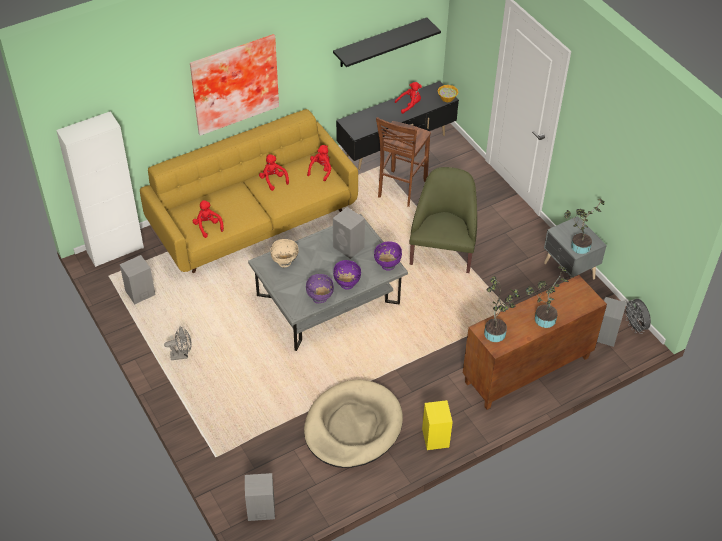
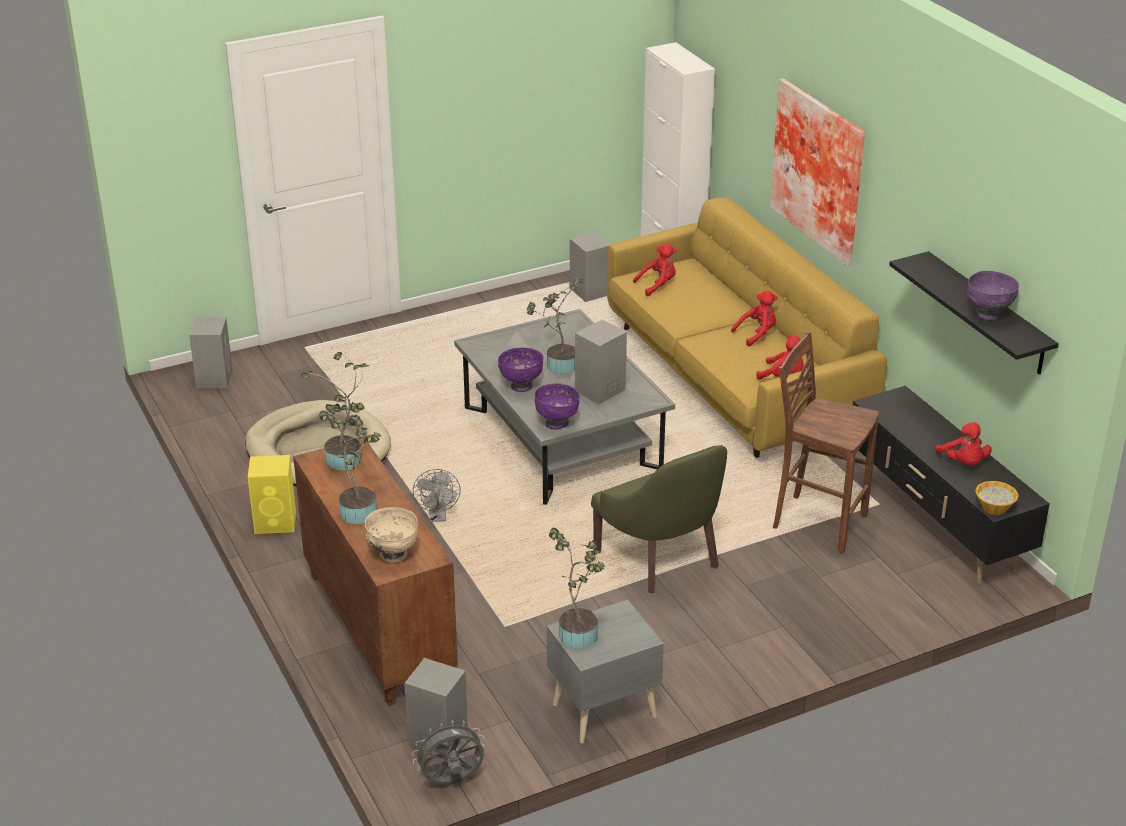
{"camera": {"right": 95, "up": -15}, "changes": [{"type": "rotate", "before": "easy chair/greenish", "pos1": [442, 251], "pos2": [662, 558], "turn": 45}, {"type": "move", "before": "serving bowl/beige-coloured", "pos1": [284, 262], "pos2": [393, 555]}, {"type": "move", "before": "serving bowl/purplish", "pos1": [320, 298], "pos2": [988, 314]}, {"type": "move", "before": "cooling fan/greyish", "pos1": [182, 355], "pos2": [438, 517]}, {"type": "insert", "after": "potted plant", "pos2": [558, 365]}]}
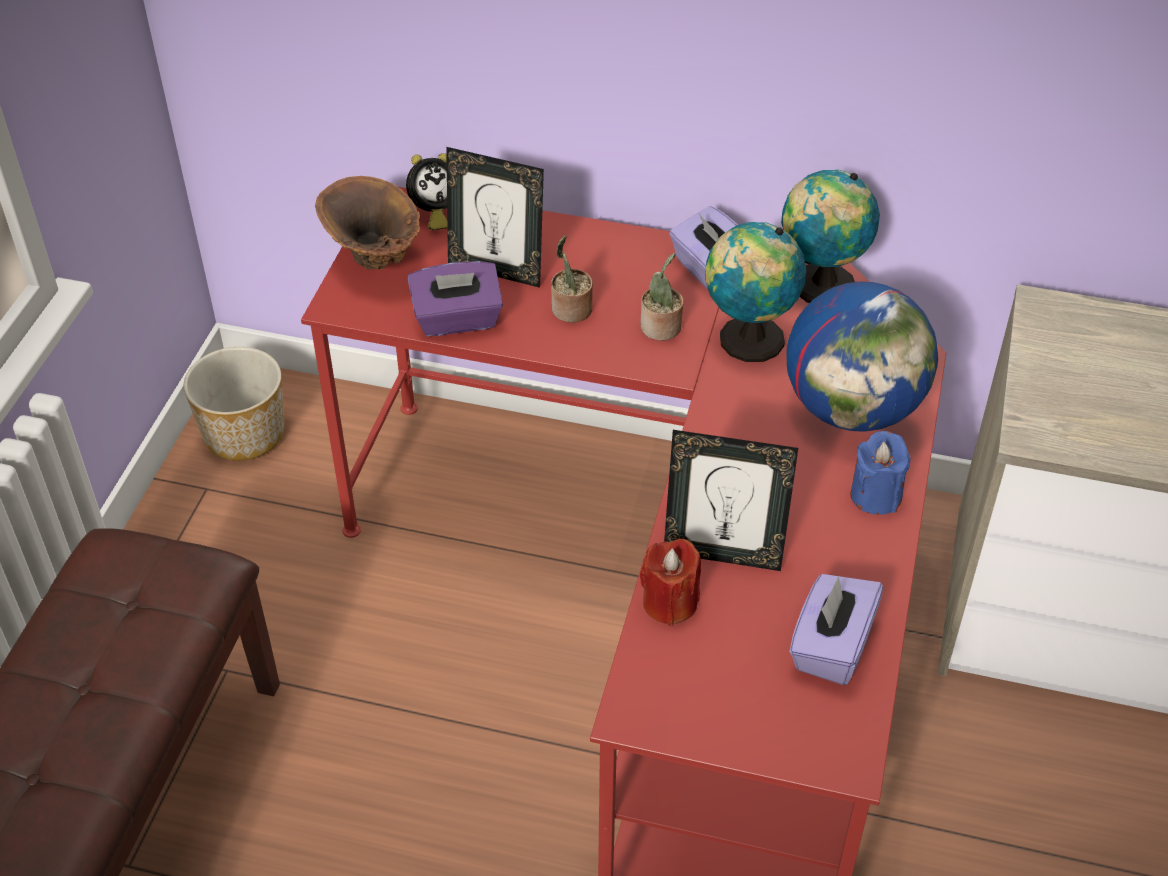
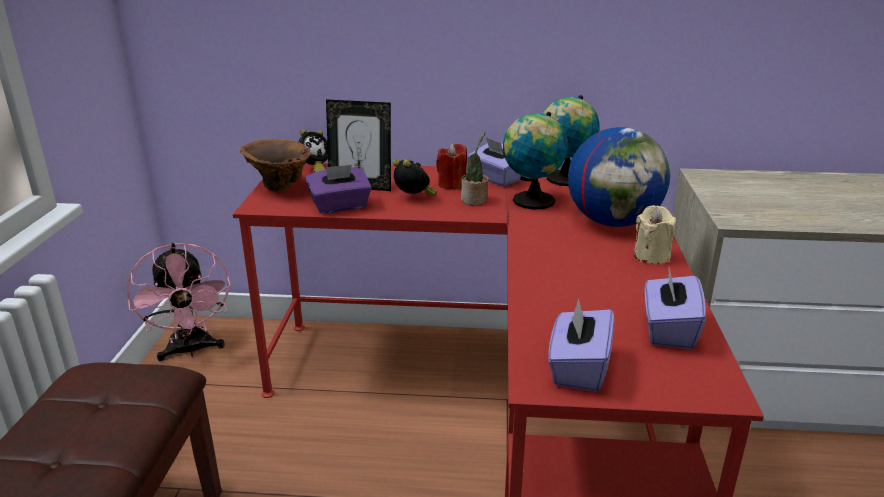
{"camera": {"right": -10, "up": -20}, "changes": [{"type": "replace", "before": "potted plant", "after": "alarm clock", "pos1": [571, 311], "pos2": [414, 198]}, {"type": "replace", "before": "flower pot", "after": "cooling fan/pink", "pos1": [245, 433], "pos2": [191, 350]}, {"type": "delete", "before": "photo frame", "pos1": [723, 554]}, {"type": "recolor", "before": "wax candle/bluish", "after": "wax candle/beige-coloured", "pos1": [875, 495], "pos2": [651, 256]}, {"type": "move", "before": "wax candle/reddish", "pos1": [670, 602], "pos2": [452, 184]}, {"type": "insert", "after": "tissue holder/purplish", "pos2": [578, 368]}]}
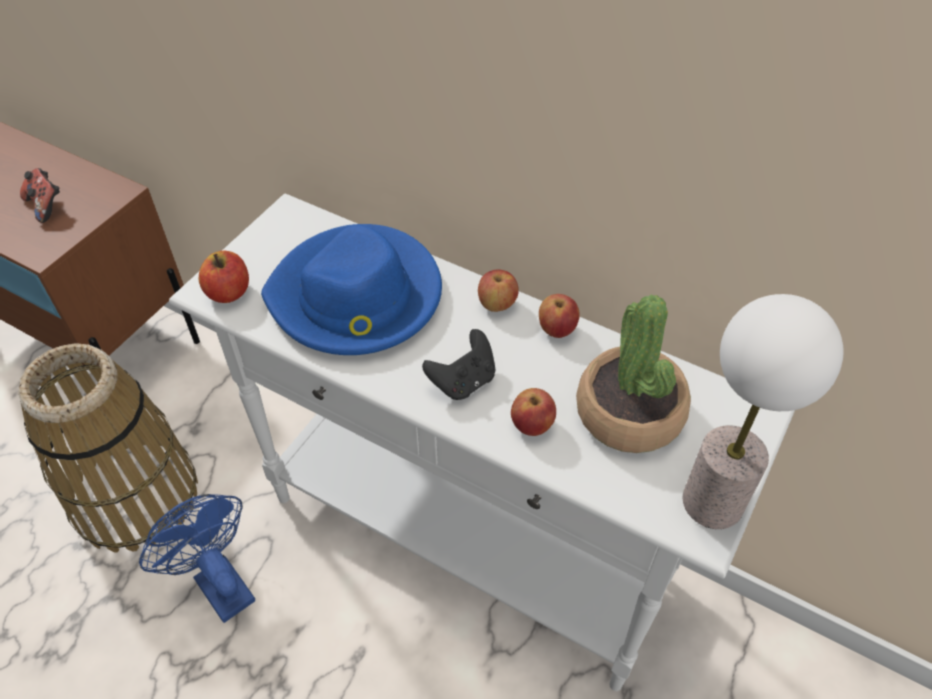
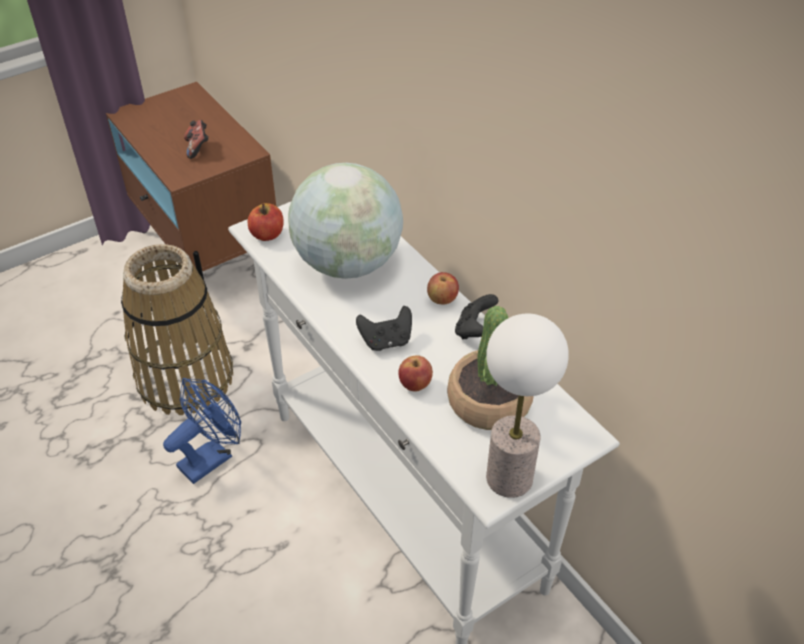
{"camera": {"right": 25, "up": -5}, "changes": [{"type": "replace", "before": "clothing hat/bluish", "after": "desk globe", "pos1": [356, 297], "pos2": [348, 263]}, {"type": "replace", "before": "apple fruit", "after": "gamepad/black", "pos1": [557, 329], "pos2": [474, 330]}, {"type": "rotate", "before": "cooling fan/bluish", "pos1": [218, 582], "pos2": [211, 457], "turn": 60}]}
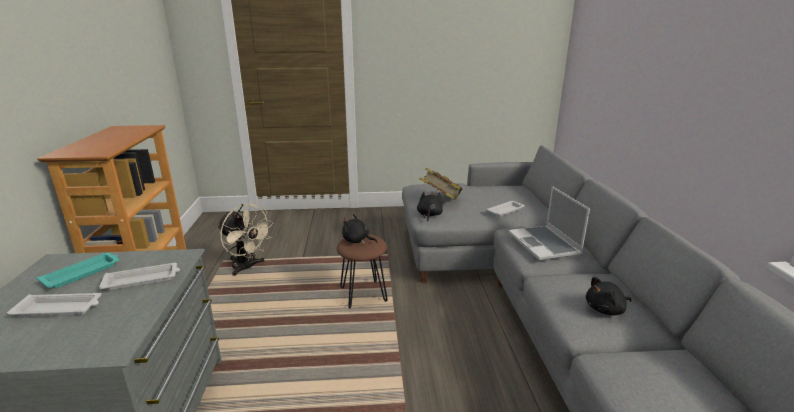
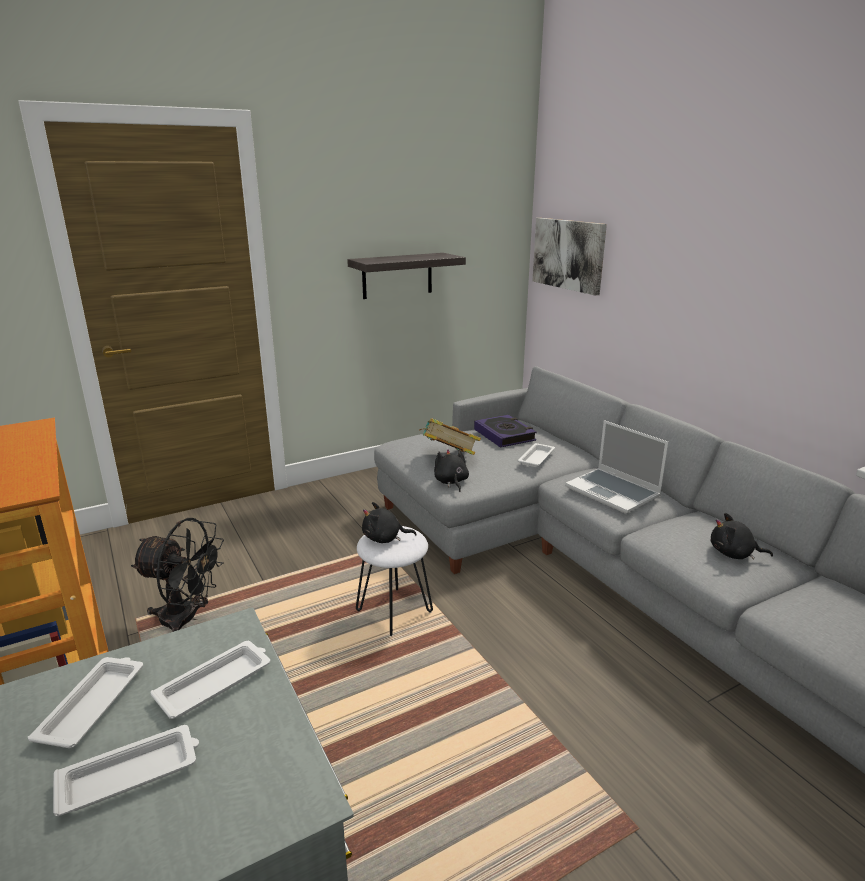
{"camera": {"right": -25, "up": 0}, "changes": [{"type": "recolor", "before": "cooling fan/beige-coloured", "after": "cooling fan/black", "pos1": [247, 267], "pos2": [187, 619]}, {"type": "recolor", "before": "stool seat/brownish", "after": "stool seat/white", "pos1": [363, 295], "pos2": [394, 613]}, {"type": "recolor", "before": "tray/turquoise", "after": "tray/white", "pos1": [83, 273], "pos2": [93, 704]}, {"type": "rotate", "before": "soft toy/black", "pos1": [606, 309], "pos2": [734, 554], "turn": 60}, {"type": "insert", "after": "picture", "pos2": [568, 254]}, {"type": "insert", "after": "bracket shelf", "pos2": [397, 275]}, {"type": "insert", "after": "volume", "pos2": [504, 435]}]}
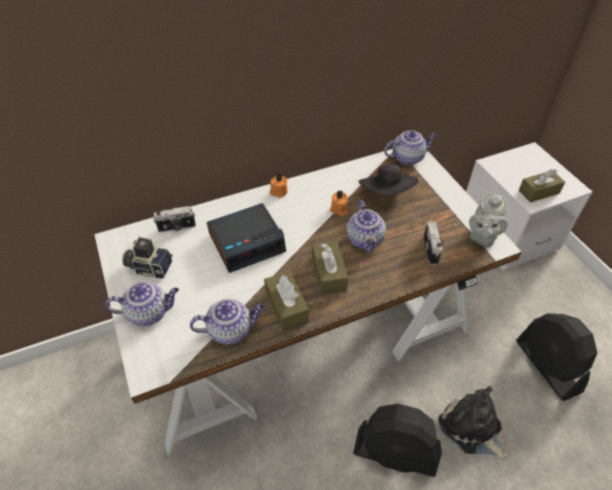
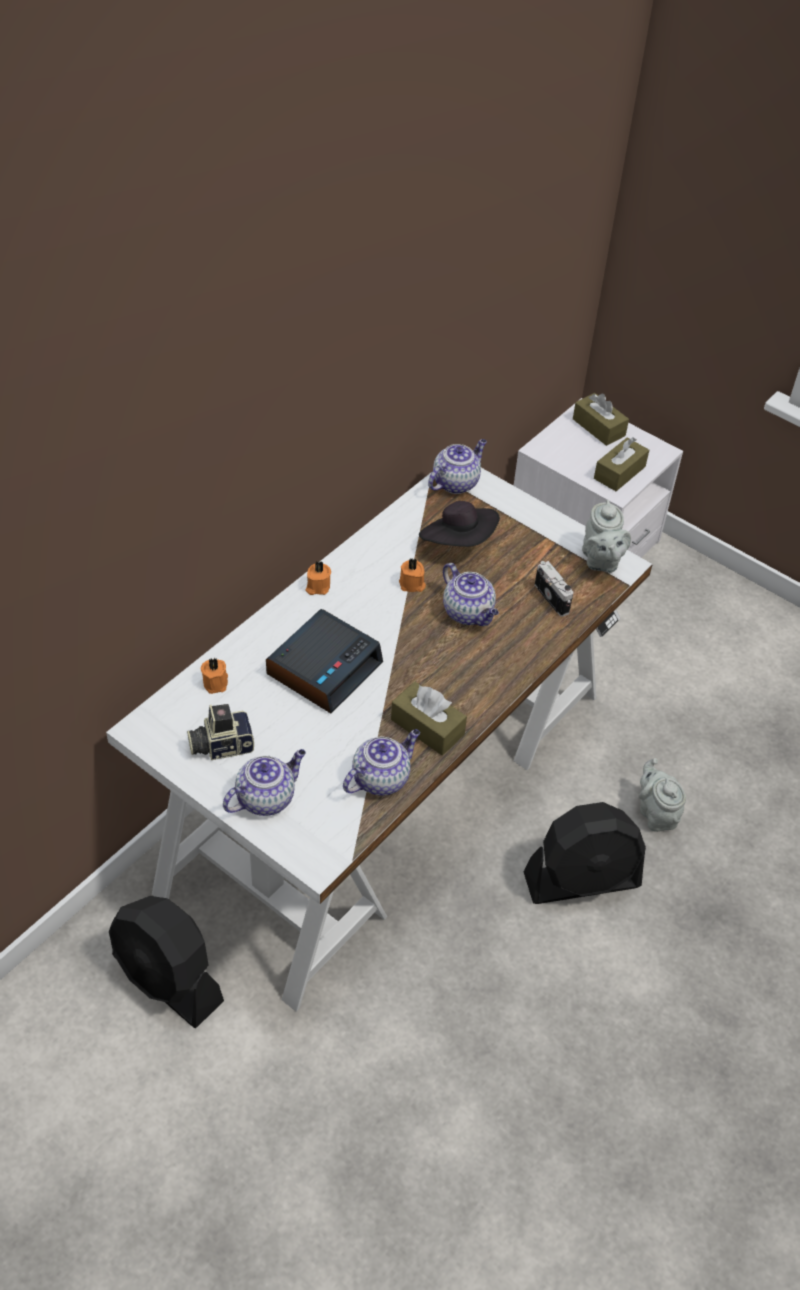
{"camera": {"right": -30, "up": 0}, "changes": [{"type": "replace", "before": "photo camera", "after": "wax candle/orange-coloured", "pos1": [177, 228], "pos2": [216, 682]}, {"type": "move", "before": "tissue holder/brownish", "pos1": [328, 274], "pos2": [598, 427]}, {"type": "move", "before": "cooling fan/black", "pos1": [547, 366], "pos2": [168, 979]}, {"type": "replace", "before": "soft toy", "after": "tea pot/greyish", "pos1": [471, 428], "pos2": [656, 813]}]}
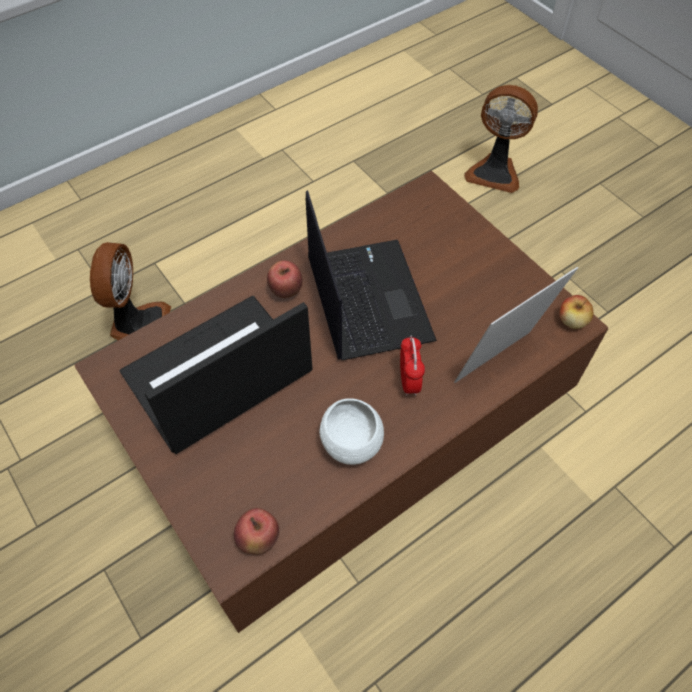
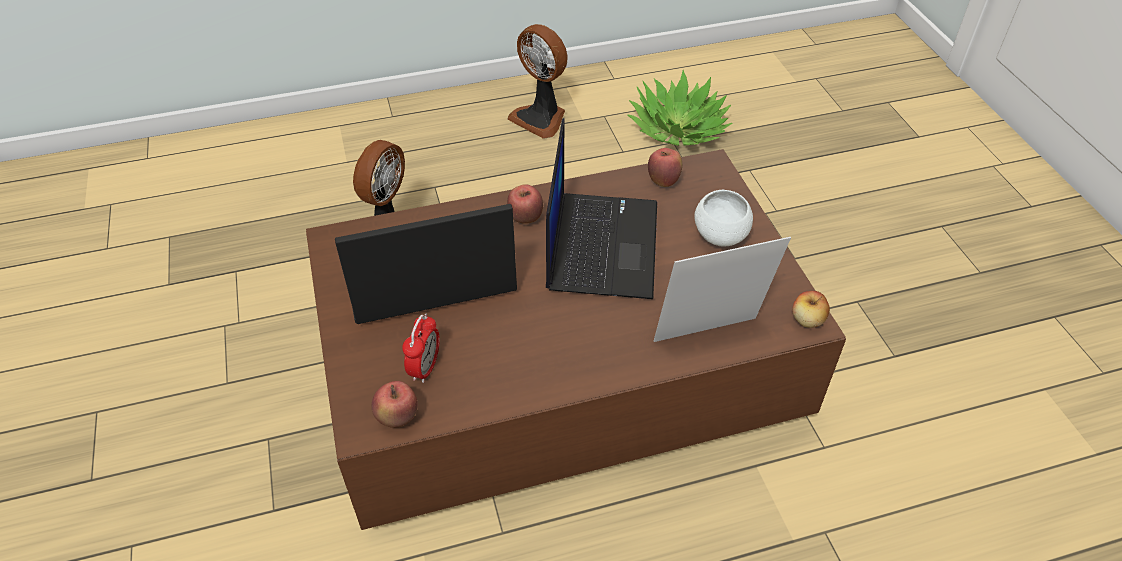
{"camera": {"right": 20, "up": -10}, "changes": [{"type": "move", "before": "cooling fan", "pos1": [494, 172], "pos2": [541, 118]}, {"type": "move", "before": "alarm clock", "pos1": [409, 381], "pos2": [425, 368]}, {"type": "move", "before": "serving bowl/white", "pos1": [351, 443], "pos2": [720, 236]}, {"type": "insert", "after": "potted plant", "pos2": [678, 129]}, {"type": "insert", "after": "apple fruit", "pos2": [663, 181]}]}
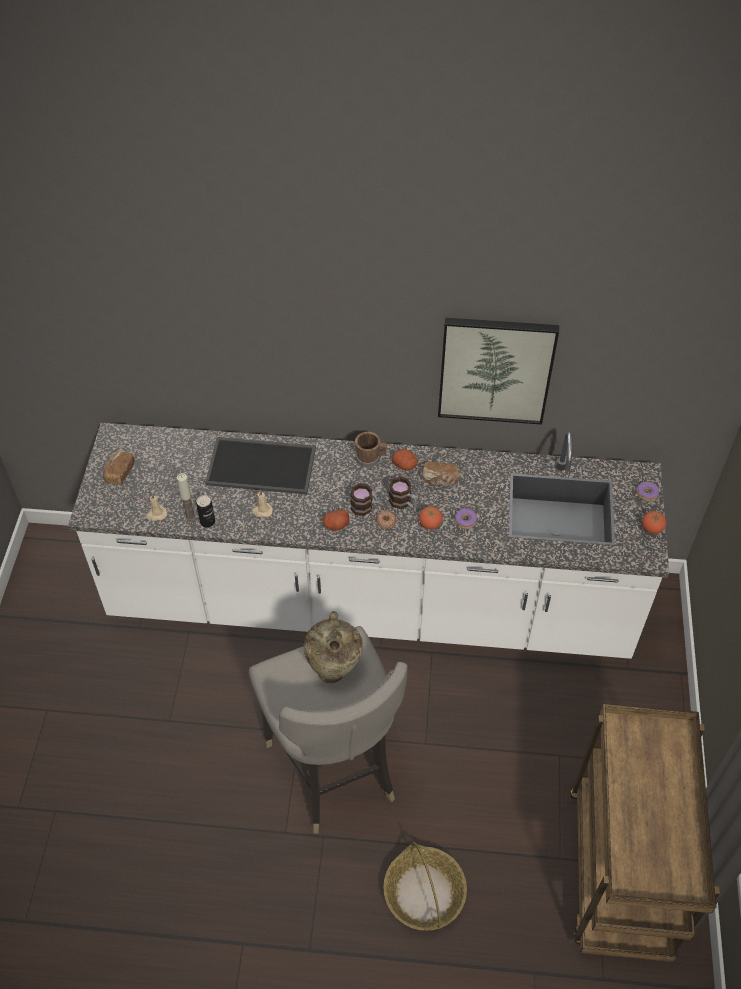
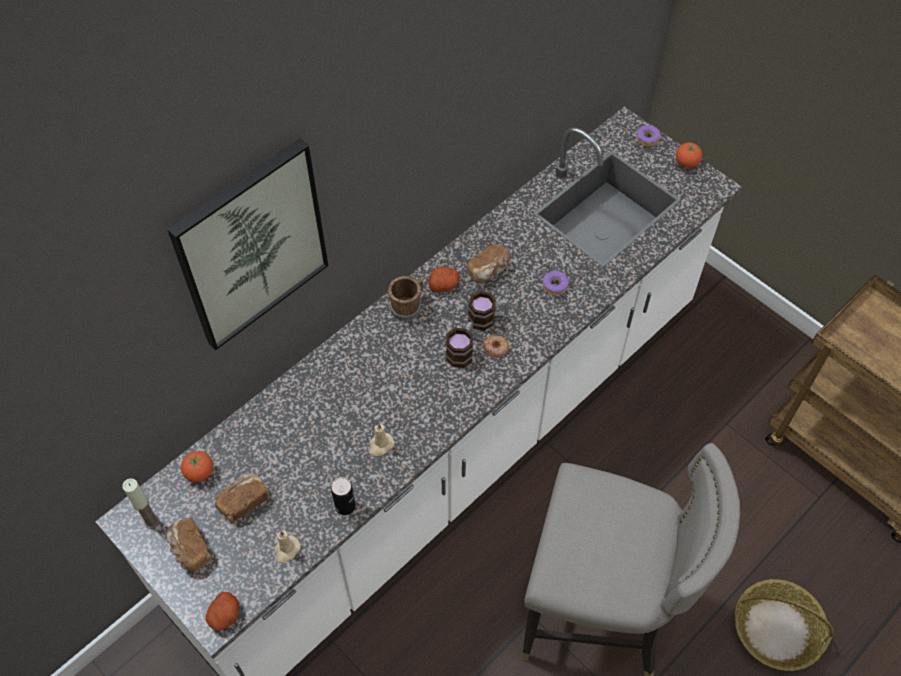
{"camera": {"right": -50, "up": 5}, "changes": [{"type": "move", "before": "picture", "pos1": [495, 369], "pos2": [251, 245]}, {"type": "delete", "before": "tray", "pos1": [262, 465]}, {"type": "move", "before": "wax candle", "pos1": [190, 516], "pos2": [151, 521]}, {"type": "move", "before": "whole tomato", "pos1": [430, 524], "pos2": [199, 472]}, {"type": "move", "before": "spud", "pos1": [336, 525], "pos2": [225, 616]}, {"type": "delete", "before": "decorative vase/beige-coloured", "pos1": [334, 669]}, {"type": "insert", "after": "bread", "pos2": [243, 501]}]}
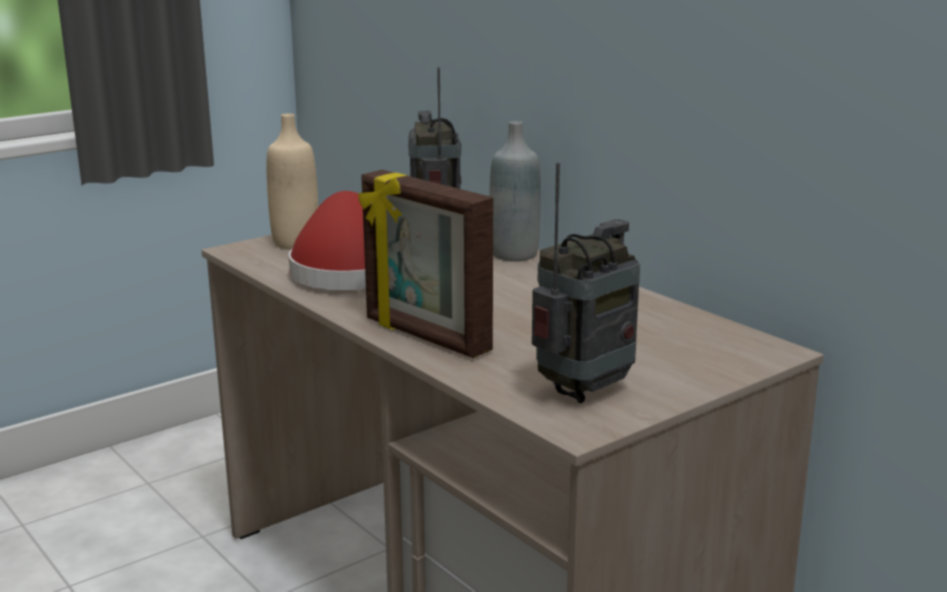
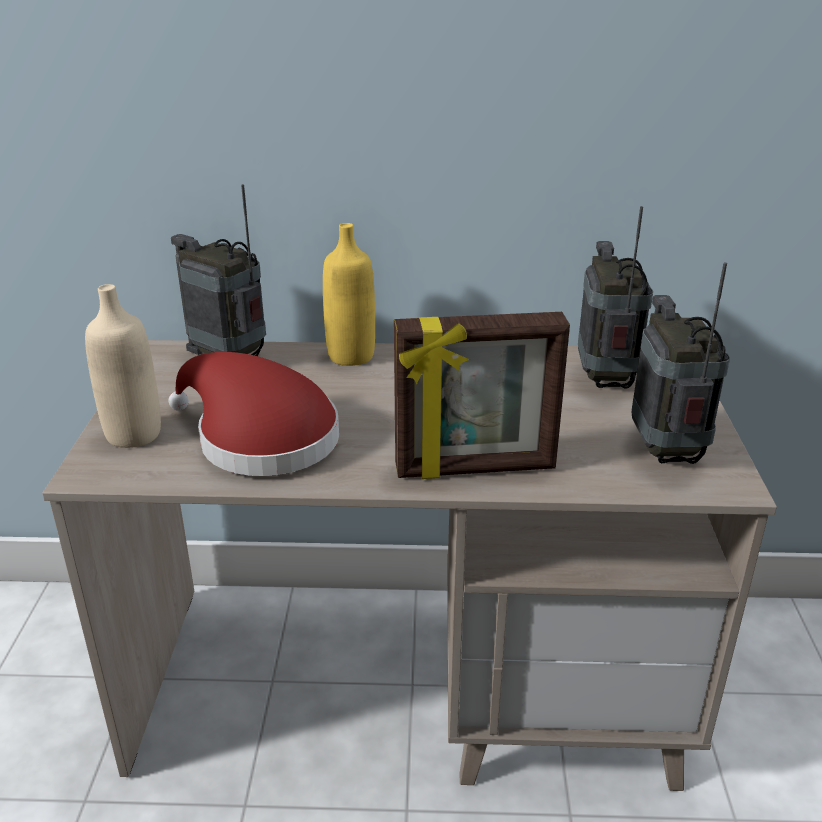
{"camera": {"right": -50, "up": 10}, "changes": [{"type": "recolor", "before": "beverage bottle/greyish", "after": "beverage bottle/yellow", "pos1": [514, 255], "pos2": [351, 356]}, {"type": "insert", "after": "radio", "pos2": [606, 379]}]}
